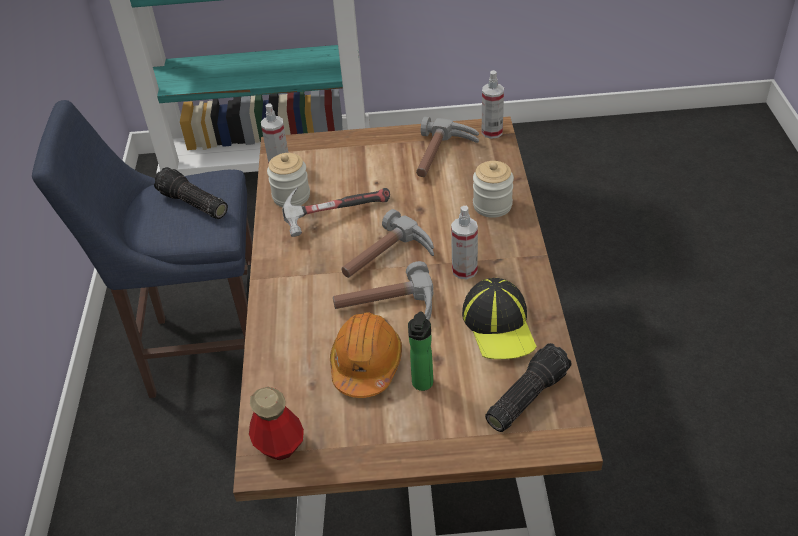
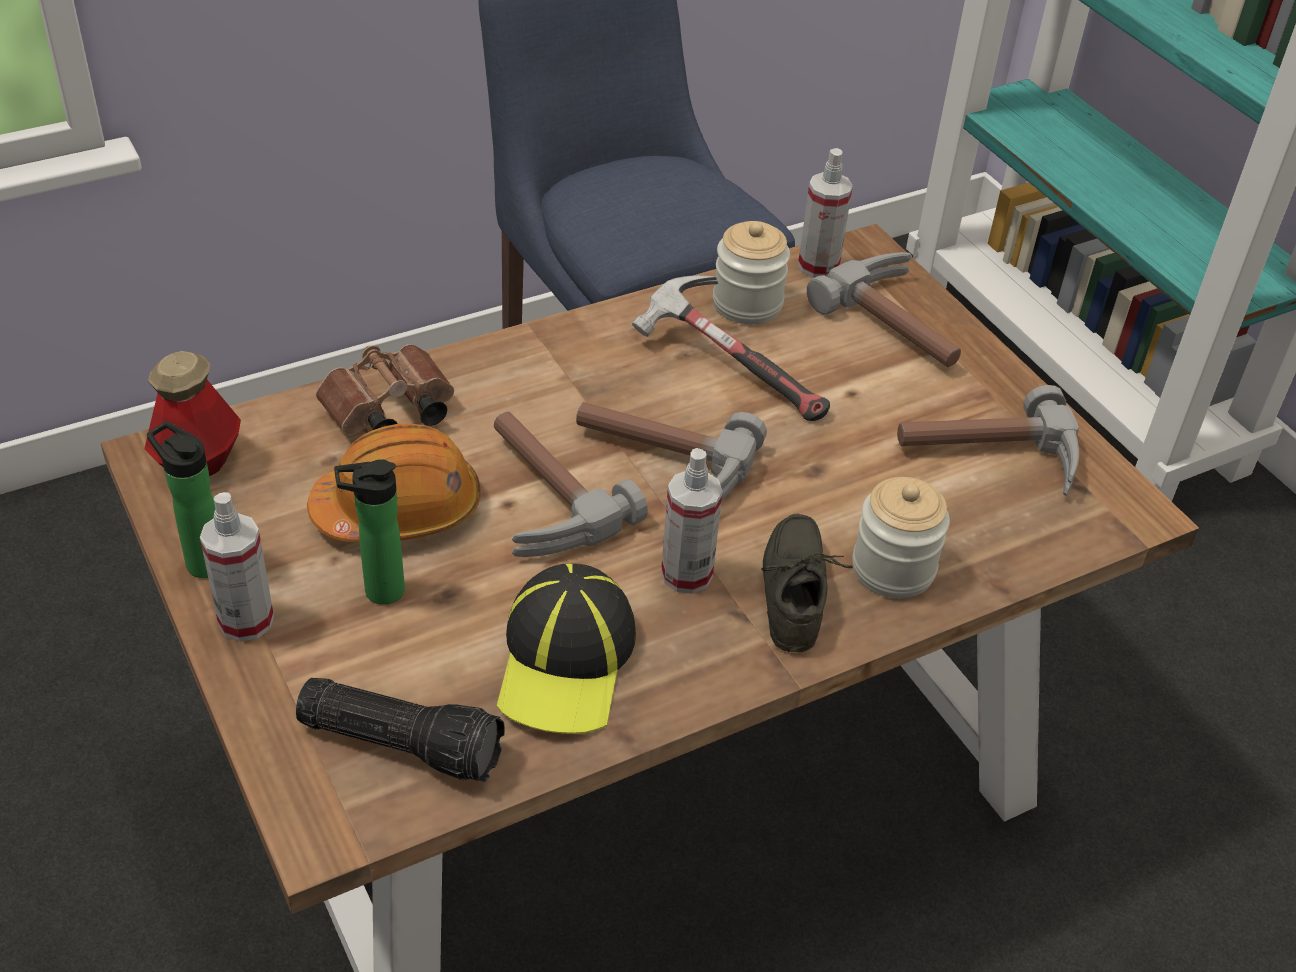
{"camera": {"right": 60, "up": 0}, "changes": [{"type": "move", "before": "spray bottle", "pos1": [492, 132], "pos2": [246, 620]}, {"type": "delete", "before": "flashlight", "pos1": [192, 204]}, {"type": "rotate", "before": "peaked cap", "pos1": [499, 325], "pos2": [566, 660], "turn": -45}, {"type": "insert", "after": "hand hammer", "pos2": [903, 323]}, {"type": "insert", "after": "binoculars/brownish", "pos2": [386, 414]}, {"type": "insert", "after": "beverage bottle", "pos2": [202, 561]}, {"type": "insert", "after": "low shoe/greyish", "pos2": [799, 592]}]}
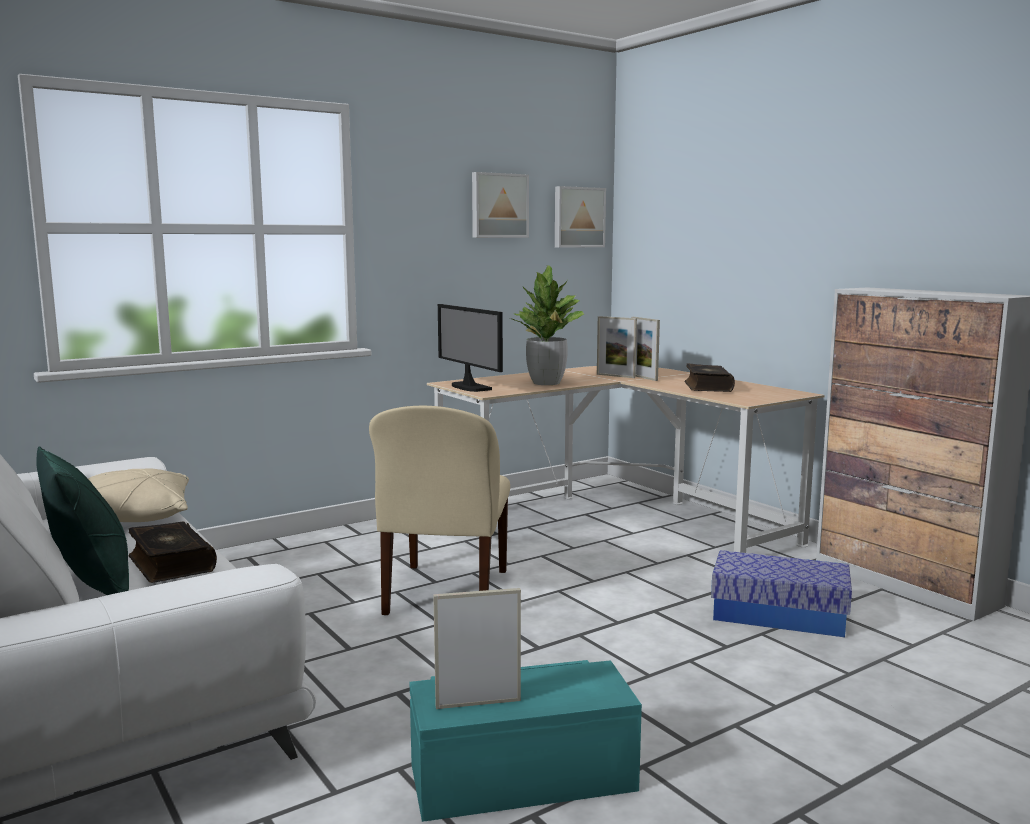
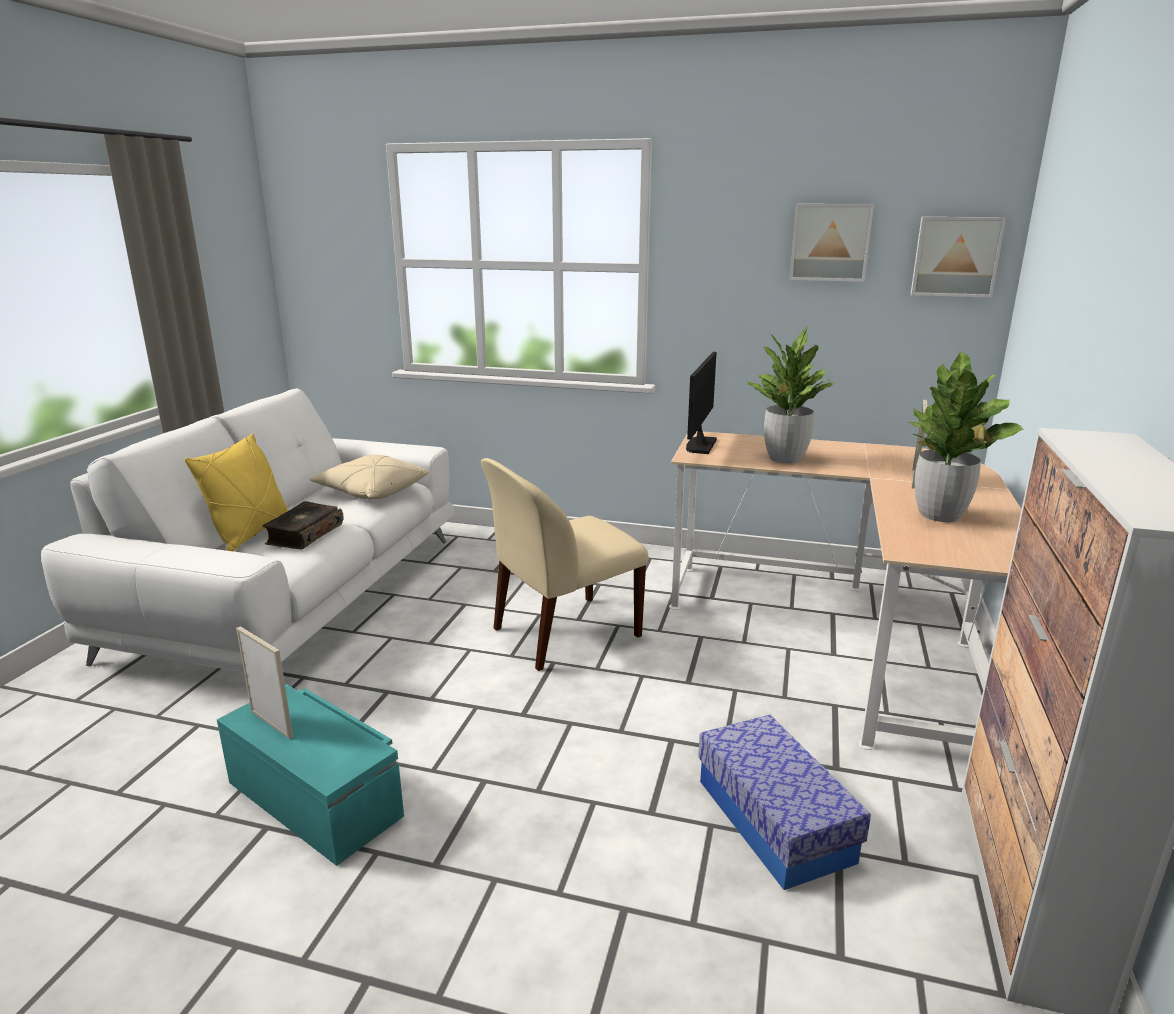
{"camera": {"right": 50, "up": 10}, "changes": [{"type": "delete", "before": "photo frame", "pos1": [615, 376]}, {"type": "replace", "before": "volume", "after": "potted plant", "pos1": [707, 387], "pos2": [940, 515]}, {"type": "recolor", "before": "pillow/greenish", "after": "pillow/yellow", "pos1": [92, 586], "pos2": [251, 534]}]}
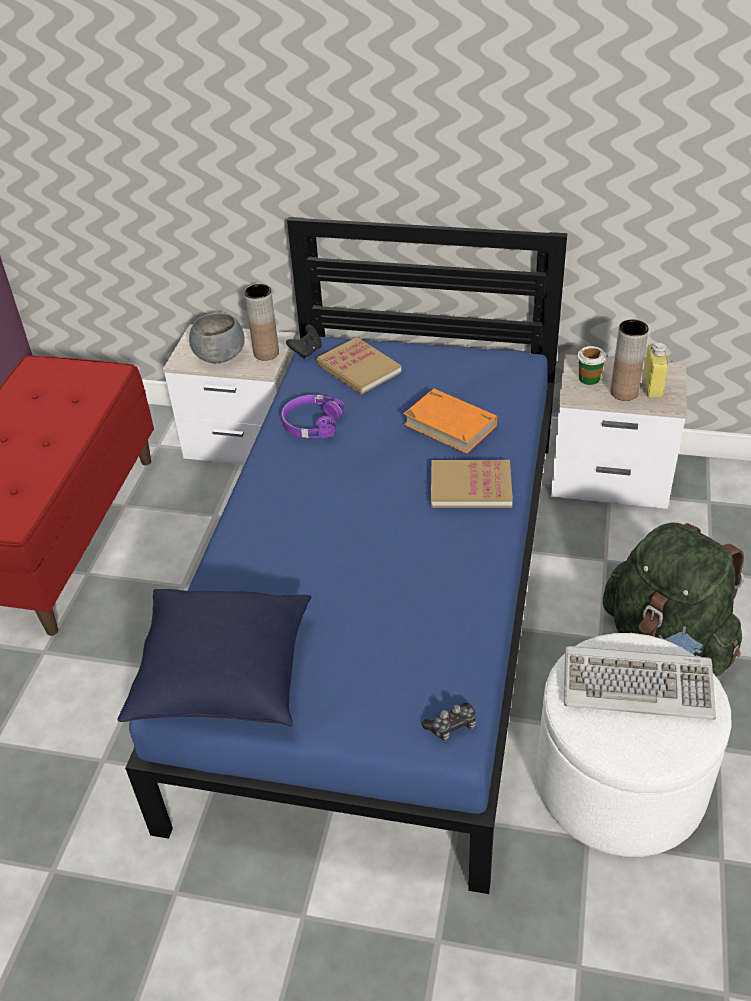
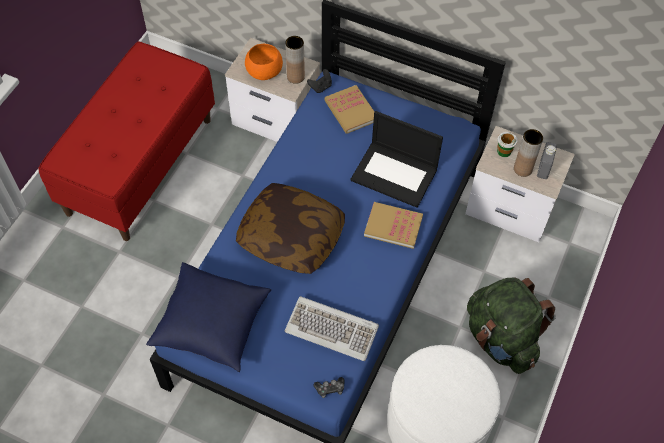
{"camera": {"right": 10, "up": 15}, "changes": [{"type": "recolor", "before": "serving bowl/greyish", "after": "serving bowl/orange-coloured", "pos1": [221, 355], "pos2": [265, 72]}, {"type": "recolor", "before": "beverage bottle/yellow", "after": "beverage bottle/greyish", "pos1": [652, 386], "pos2": [544, 168]}, {"type": "replace", "before": "volume/orange-coloured", "after": "notebook computer", "pos1": [450, 425], "pos2": [395, 174]}, {"type": "delete", "before": "pair of headphones/purplish", "pos1": [311, 423]}, {"type": "move", "before": "keyboard", "pos1": [638, 685], "pos2": [332, 329]}, {"type": "insert", "after": "pillow", "pos2": [291, 237]}]}
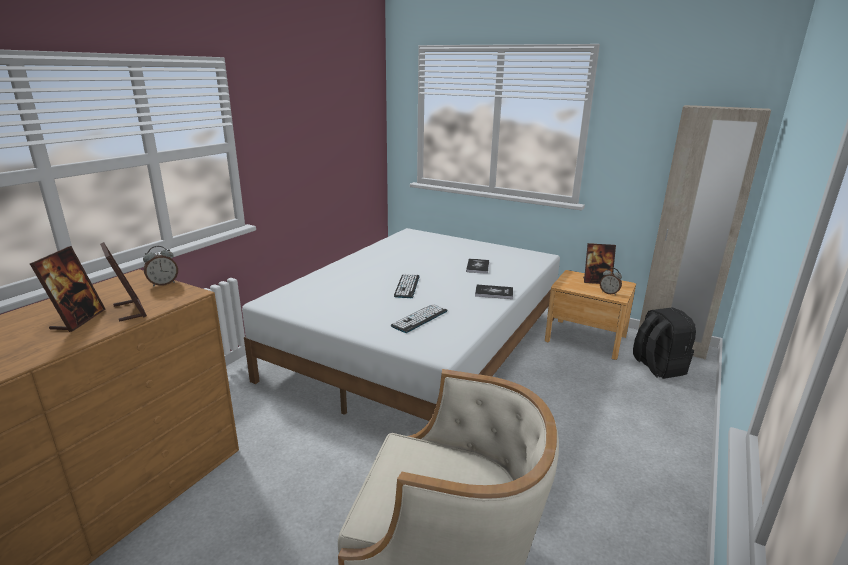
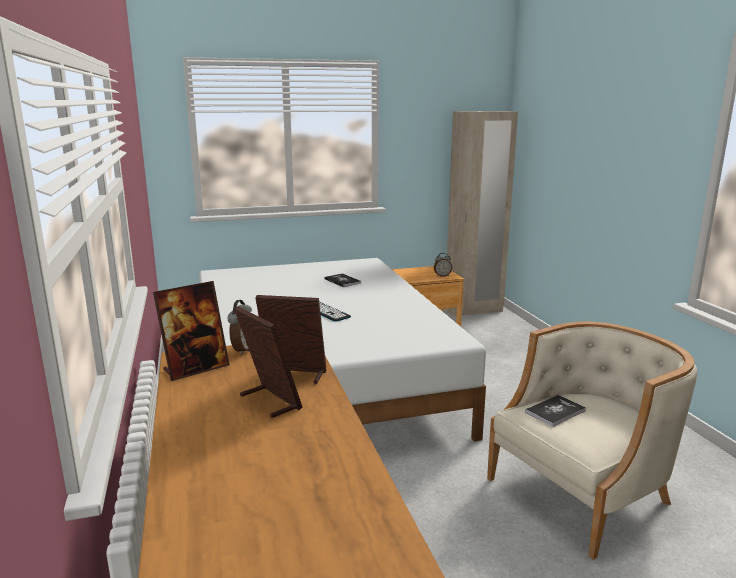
{"camera": {"right": -45, "up": -5}, "changes": [{"type": "move", "before": "photo frame", "pos1": [596, 281], "pos2": [195, 368]}, {"type": "move", "before": "volume", "pos1": [494, 292], "pos2": [555, 411]}, {"type": "delete", "before": "keyboard", "pos1": [420, 318]}, {"type": "delete", "before": "backpack/black", "pos1": [657, 367]}]}
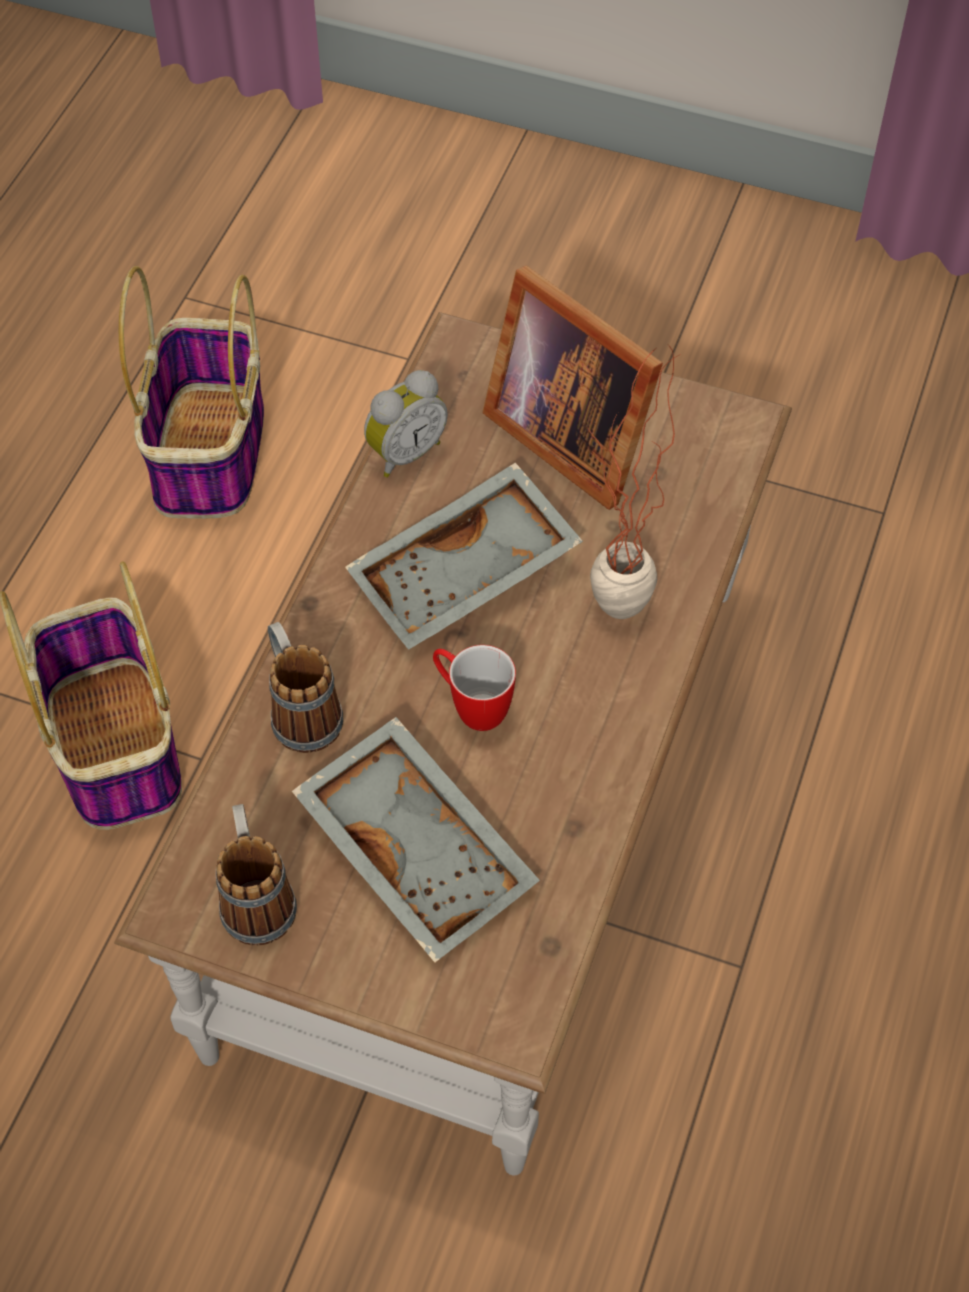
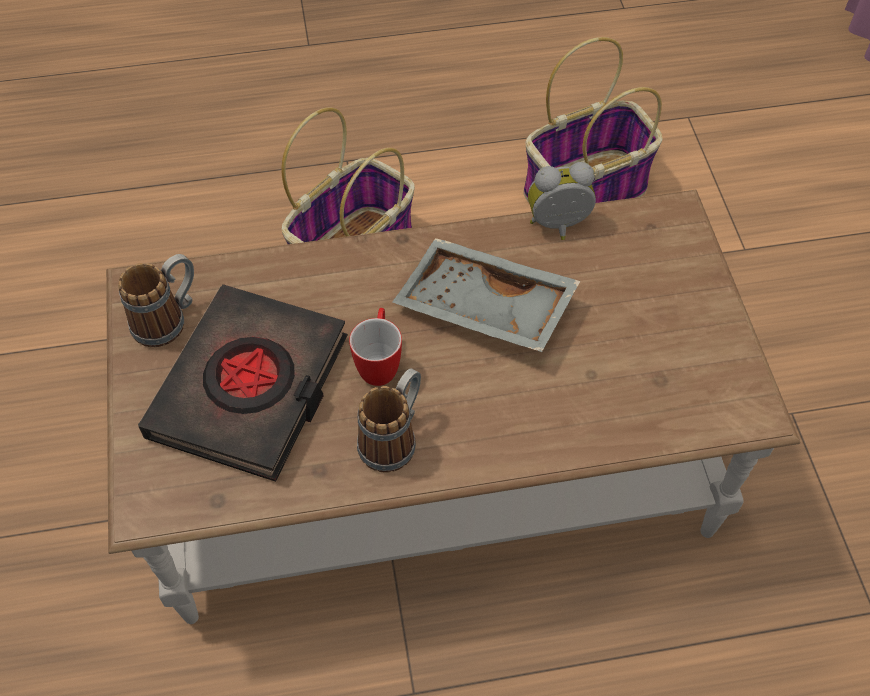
{"camera": {"right": 60, "up": 0}, "changes": [{"type": "delete", "before": "photo frame", "pos1": [569, 434]}, {"type": "delete", "before": "potted plant", "pos1": [613, 623]}, {"type": "rotate", "before": "alarm clock", "pos1": [404, 452], "pos2": [558, 227], "turn": 150}, {"type": "move", "before": "tea mug", "pos1": [300, 711], "pos2": [394, 437]}, {"type": "replace", "before": "tray/greyish", "after": "volume/black", "pos1": [419, 849], "pos2": [250, 388]}]}
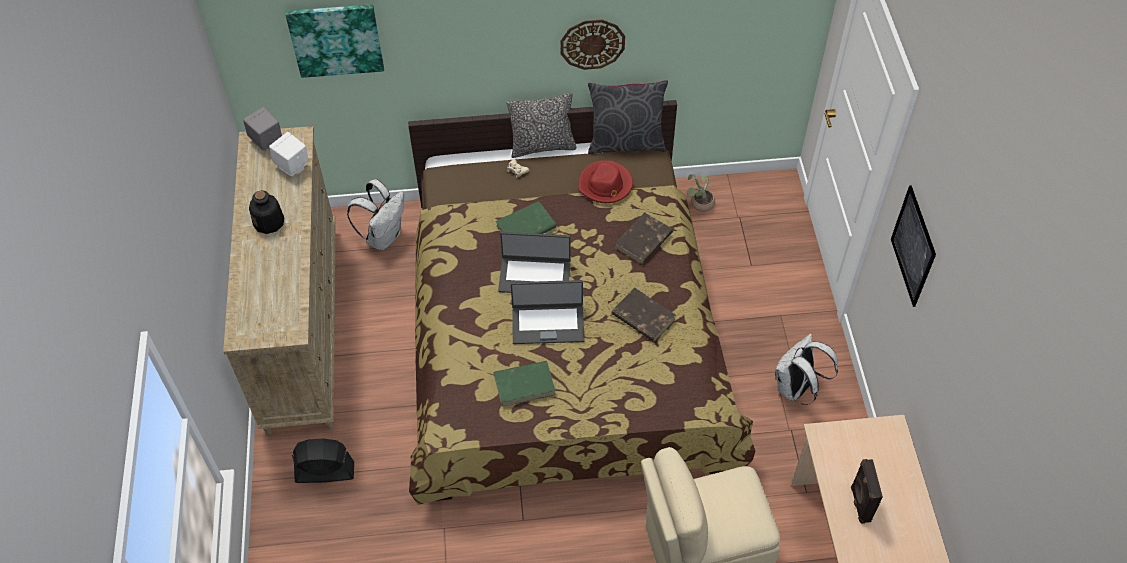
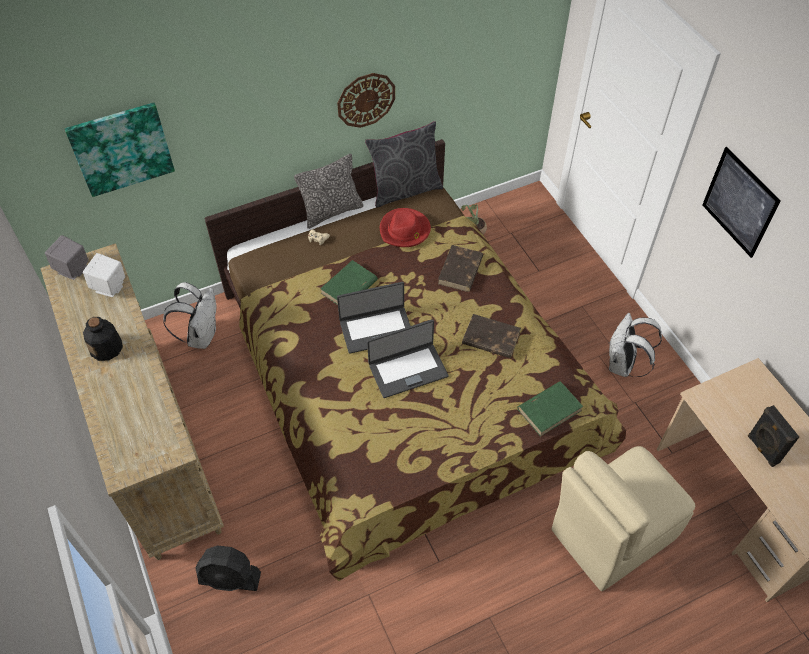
{"camera": {"right": -20, "up": 0}, "changes": [{"type": "move", "before": "volume/greenish", "pos1": [525, 384], "pos2": [550, 409]}, {"type": "rotate", "before": "cooling fan/black", "pos1": [324, 472], "pos2": [230, 578], "turn": -150}]}
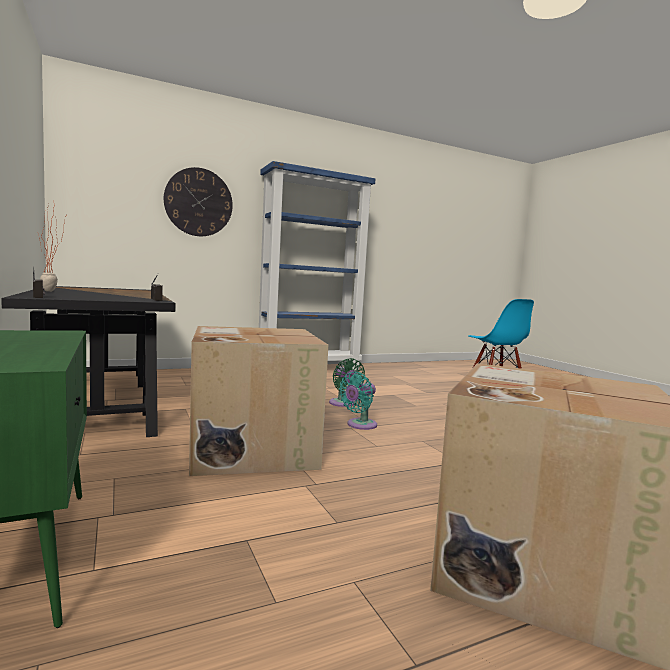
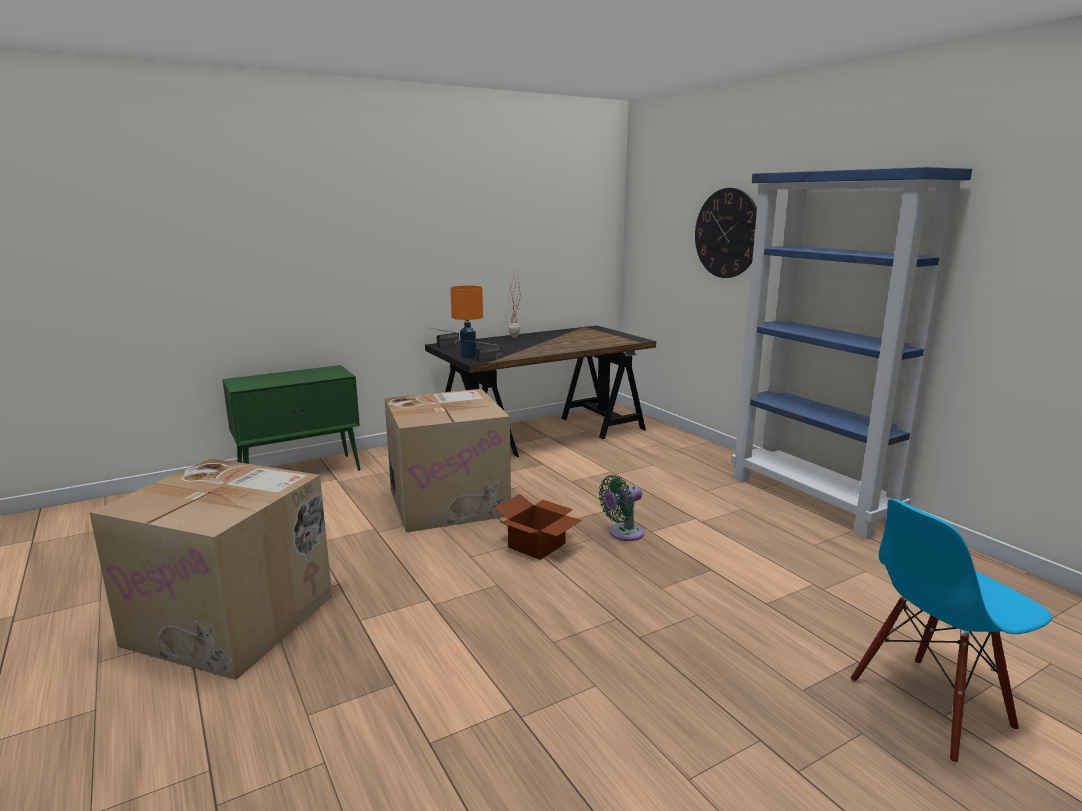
{"camera": {"right": 85, "up": 10}, "changes": [{"type": "replace", "before": "cooling fan/turquoise", "after": "carton", "pos1": [359, 425], "pos2": [537, 546]}, {"type": "insert", "after": "lamp for a table/orange-coloured", "pos2": [468, 356]}]}
